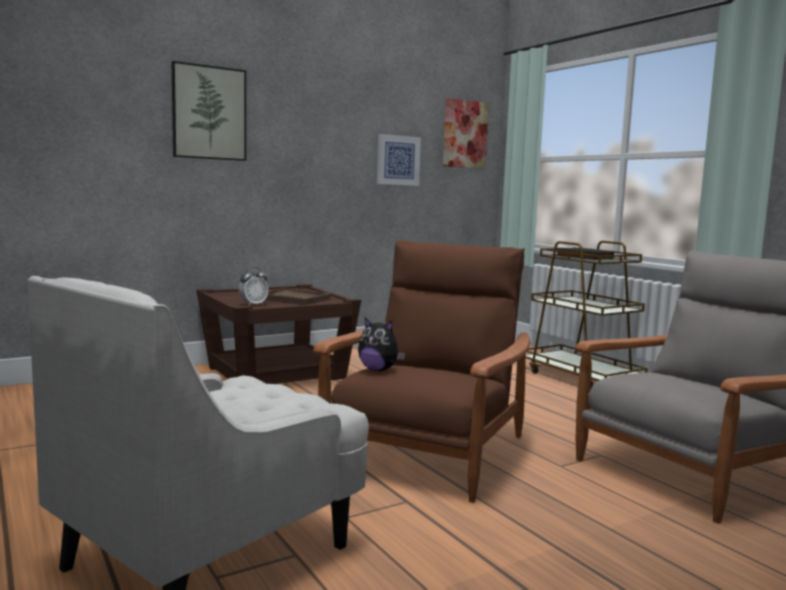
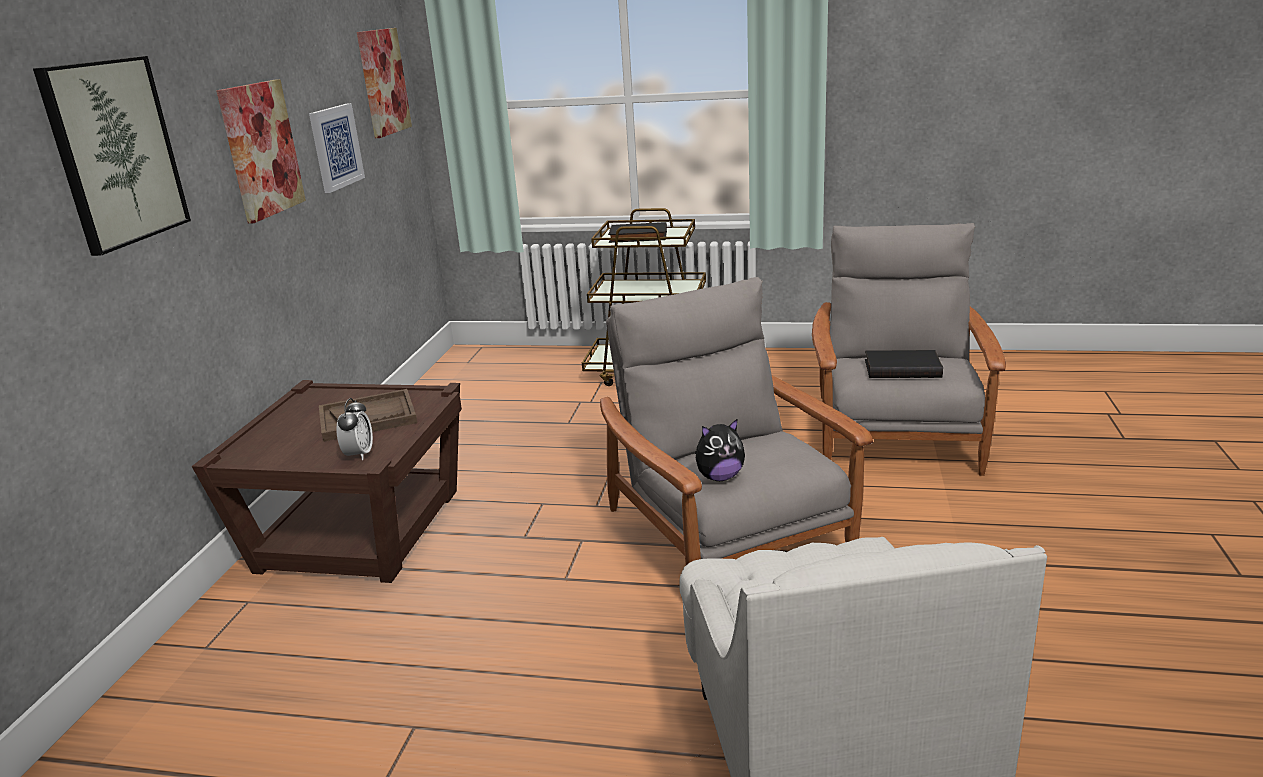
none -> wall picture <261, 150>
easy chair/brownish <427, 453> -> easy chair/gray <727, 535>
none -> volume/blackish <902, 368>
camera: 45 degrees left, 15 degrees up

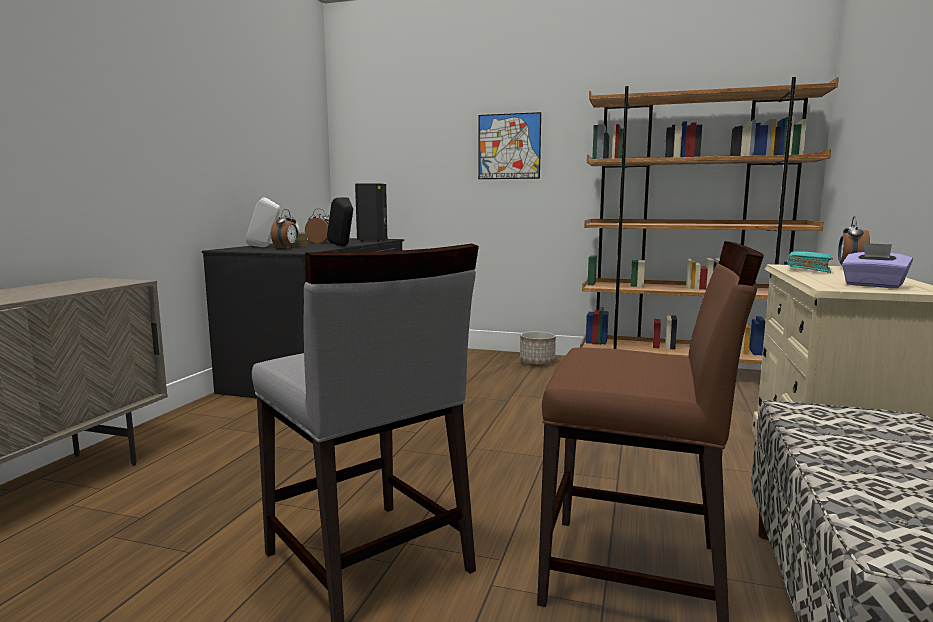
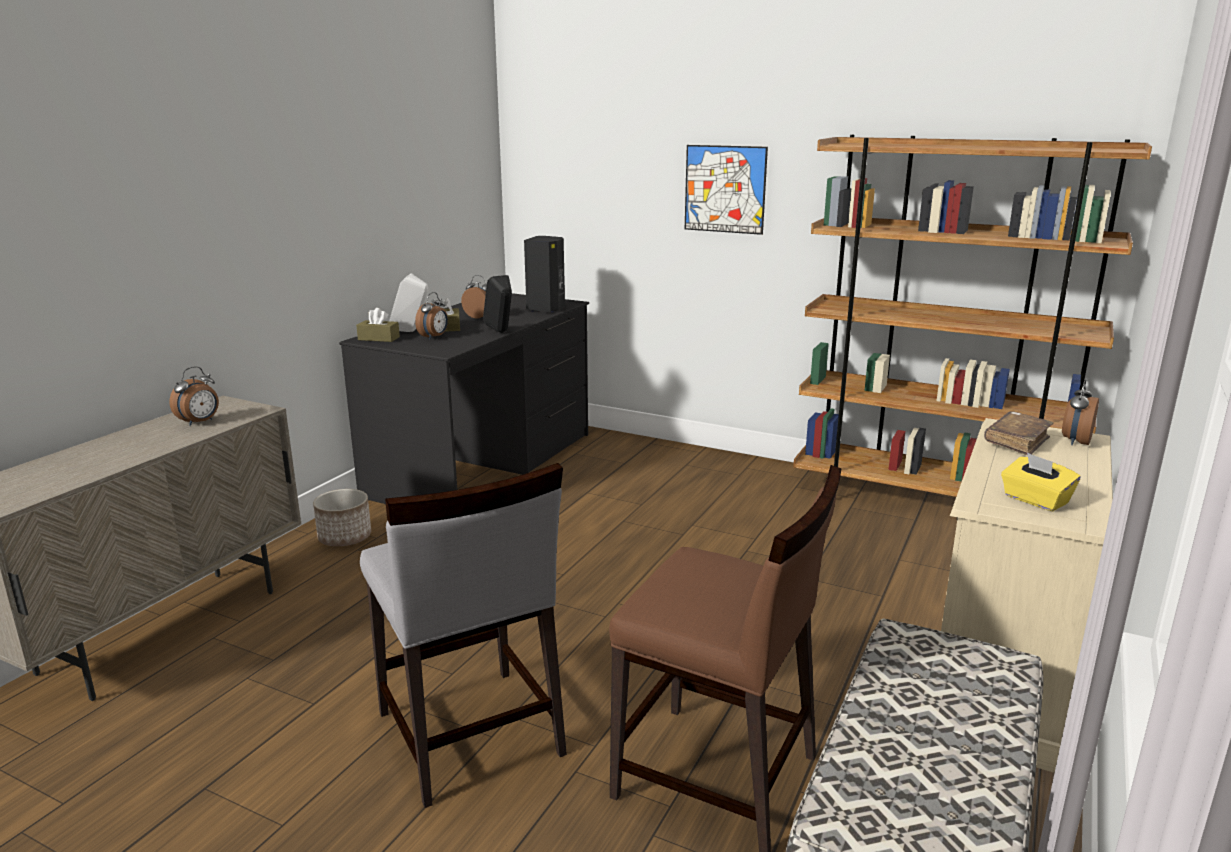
none -> bedside clock <200, 422>
plant pot <537, 362> -> plant pot <345, 537>, move
none -> box of tissues/brownish <378, 338>
volume/turquoise-coloured <808, 269> -> volume/brownish <1017, 441>
box of tissues/purple-coloured <873, 285> -> box of tissues/yellowish <1035, 500>
camera: 10 degrees right, 10 degrees up

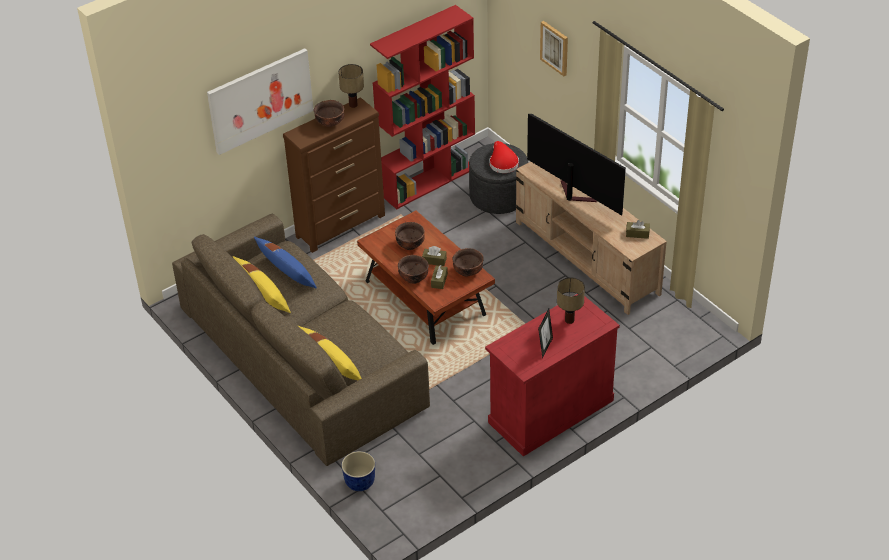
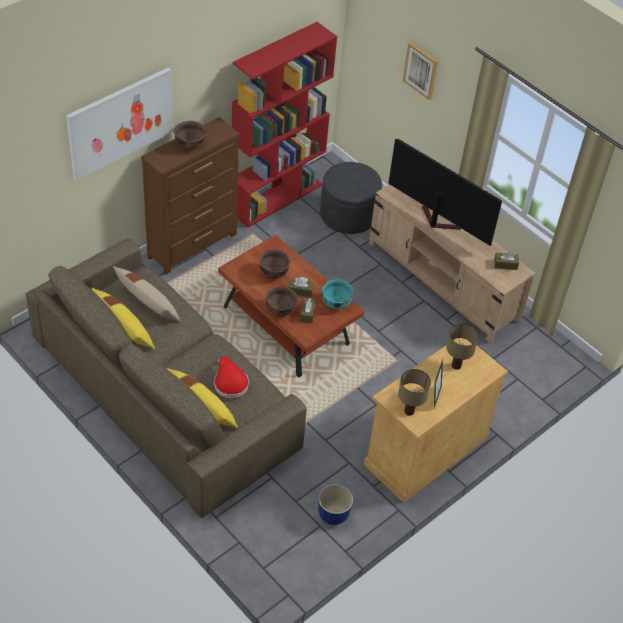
pillow/blue <286, 273> -> pillow/beige <147, 304>
wearable hat/red <502, 163> -> wearable hat/red <229, 382>, move
plant pot <359, 483> -> plant pot <332, 515>, move
deep dish/brownish <467, 271> -> deep dish/turquoise-coloured <335, 303>
cabinet/red <550, 411> -> cabinet/beige <425, 451>
tabletop lamp <353, 105> -> tabletop lamp <409, 411>, move
camera: 10 degrees left, 5 degrees up

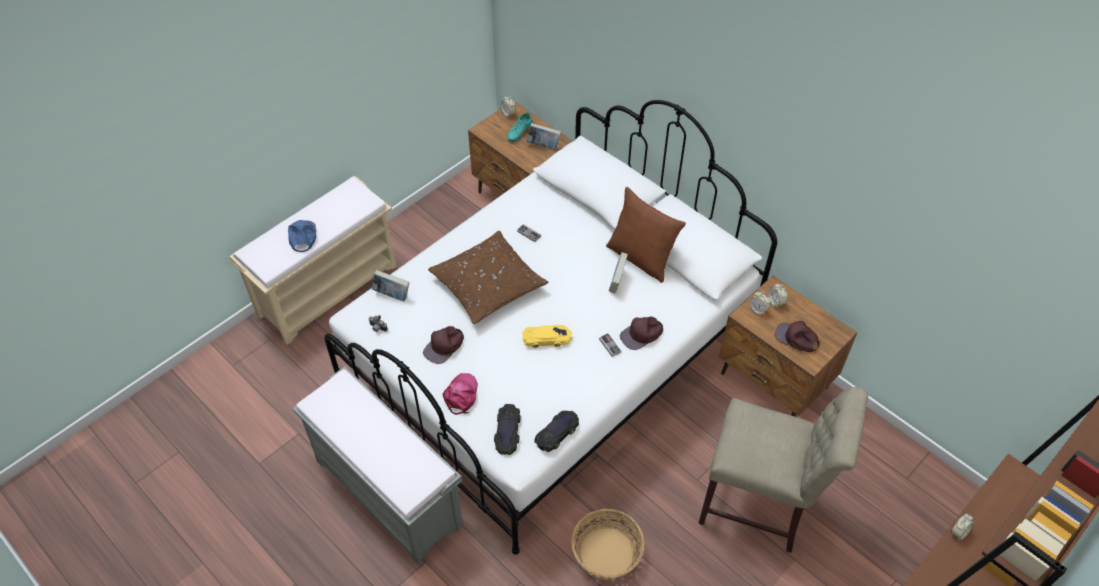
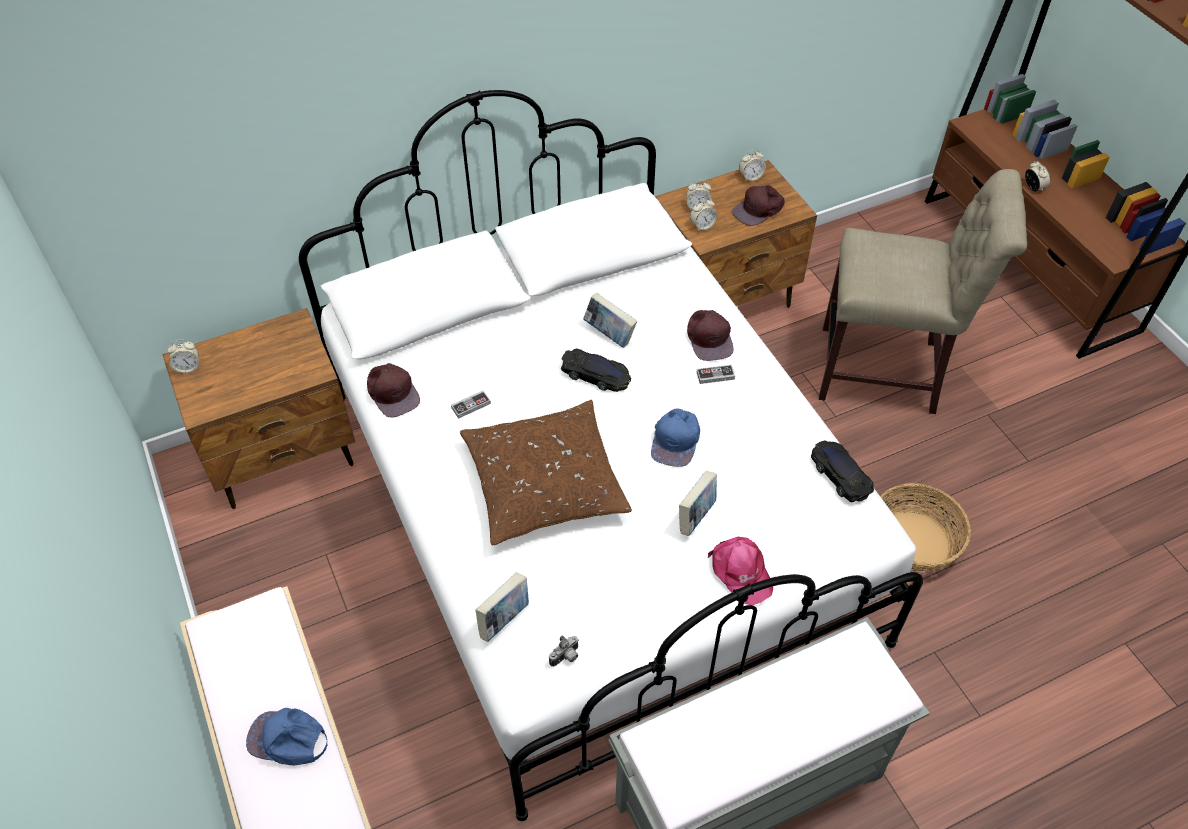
cap/brownish <444, 346> -> cap/brownish <393, 392>, move
miniature car/blackish <507, 432> -> miniature car/blackish <596, 375>, move
miniature car/yellowish <547, 338> -> cap/blue <676, 440>
volume <543, 145> -> volume <696, 516>, move
cap/pink-coloured <461, 395> -> cap/pink-coloured <740, 572>, 150 degrees counterclockwise
none -> bedside clock <750, 177>
plain chair/beige <760, 506> -> plain chair/beige <886, 371>, 60 degrees clockwise
shoe/turquoise-coloured <519, 131> -> none
pillow/brownish <641, 258> -> none
camera: 70 degrees left, 0 degrees up

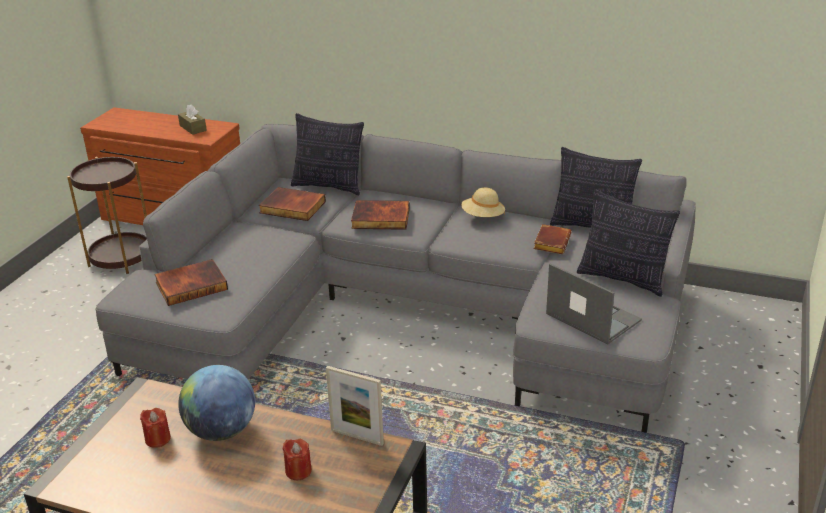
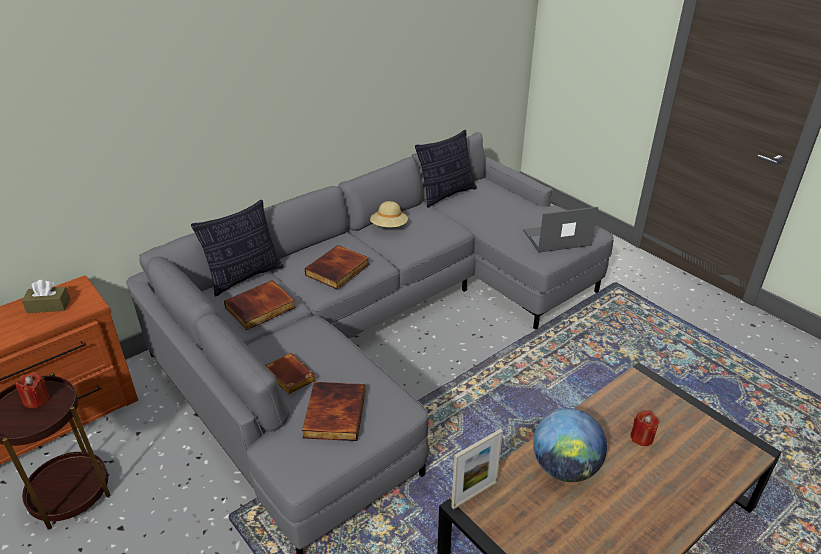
candle/red <158, 439> -> candle/red <37, 400>, move
volume/brownish <551, 242> -> volume/brownish <288, 376>, move
picture frame <357, 437> -> picture frame <474, 494>, move
pillow <623, 279> -> none
camera: 60 degrees left, 5 degrees up

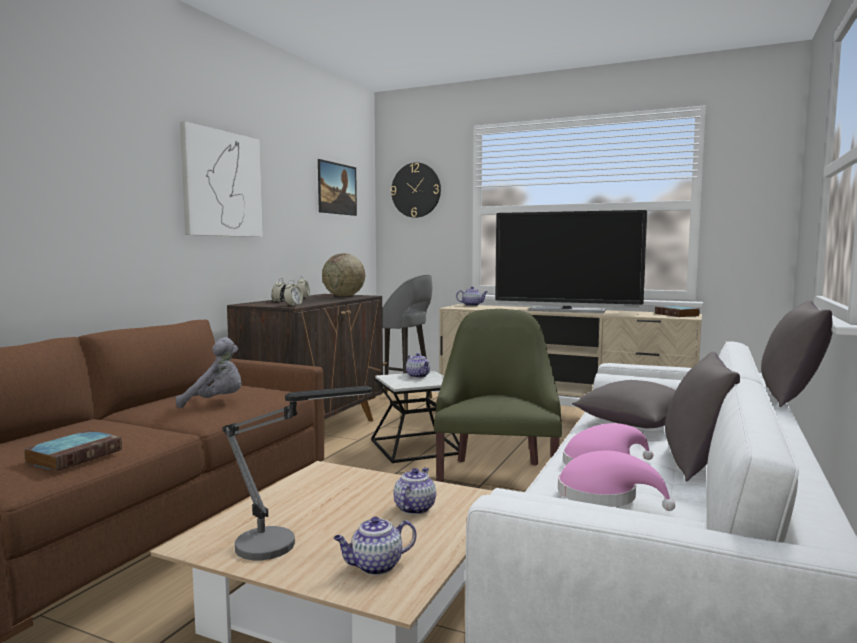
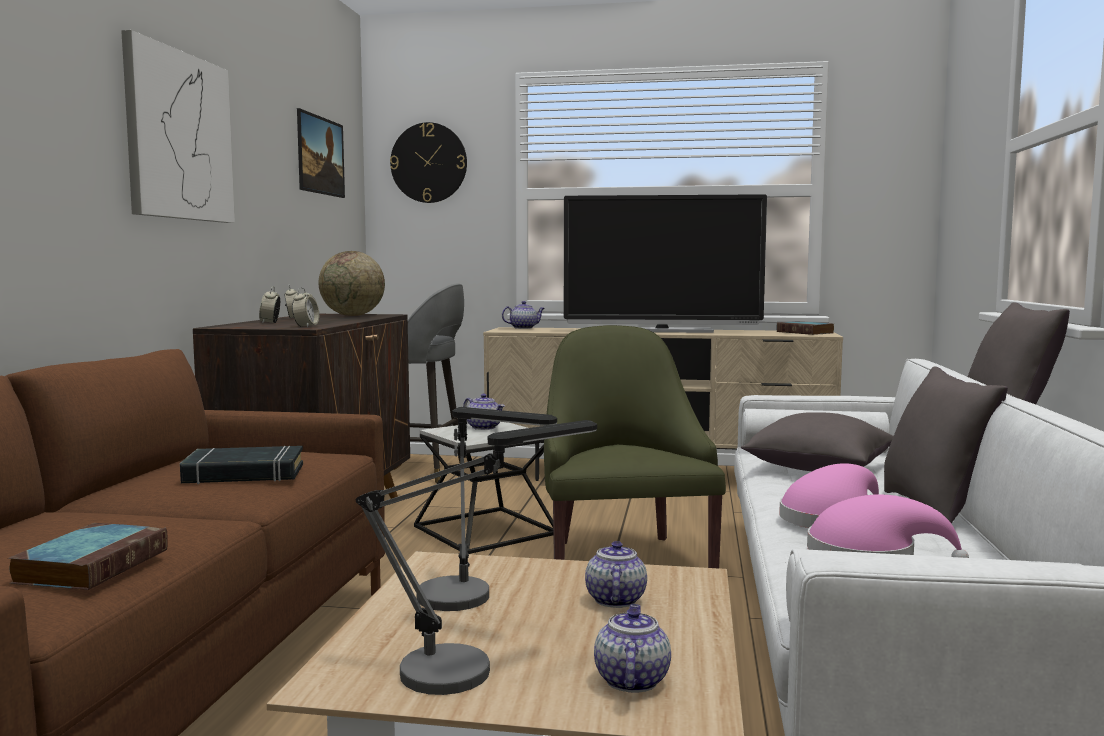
cuddly toy/gray <216, 402> -> volume/blackish <244, 474>
none -> tabletop lamp <470, 602>
teapot <375, 566> -> teapot <631, 679>, 135 degrees clockwise
camera: 15 degrees left, 0 degrees up

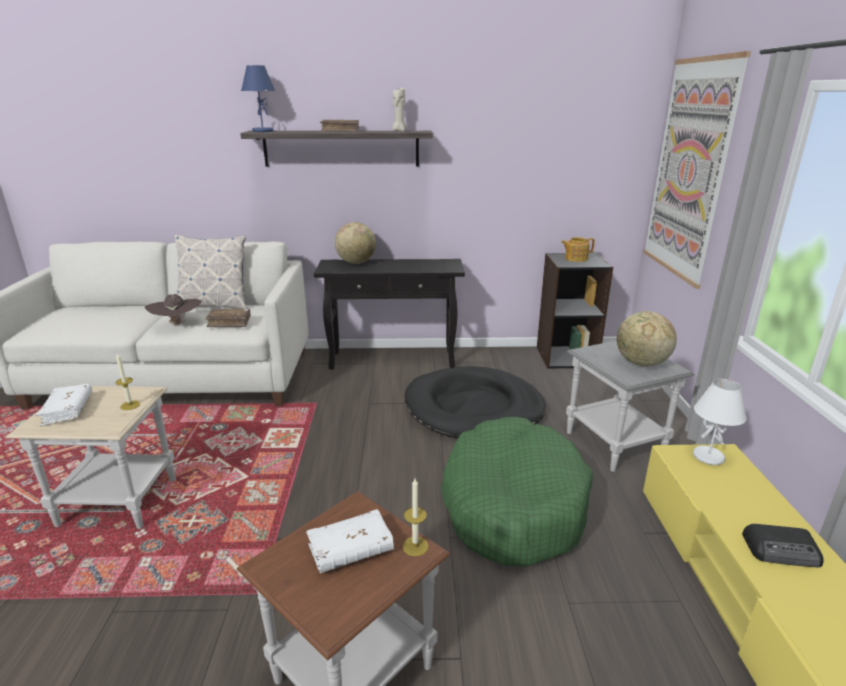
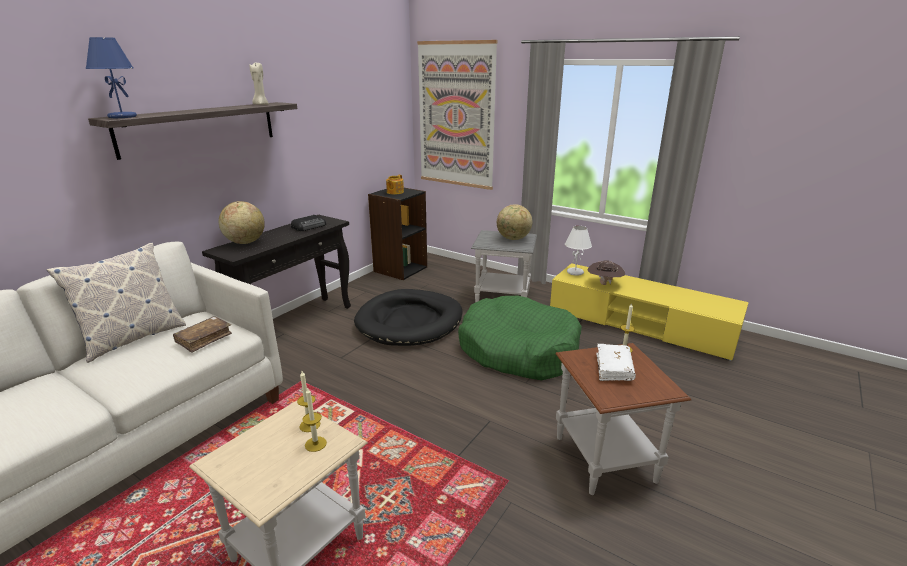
radio <782, 550> -> radio <309, 226>, move
none -> candle <315, 444>
wearable hat/brownish <177, 324> -> wearable hat/brownish <604, 284>, move
volume/white-coloured <68, 410> -> none
volume/brownish <340, 131> -> none
camera: 55 degrees left, 0 degrees up

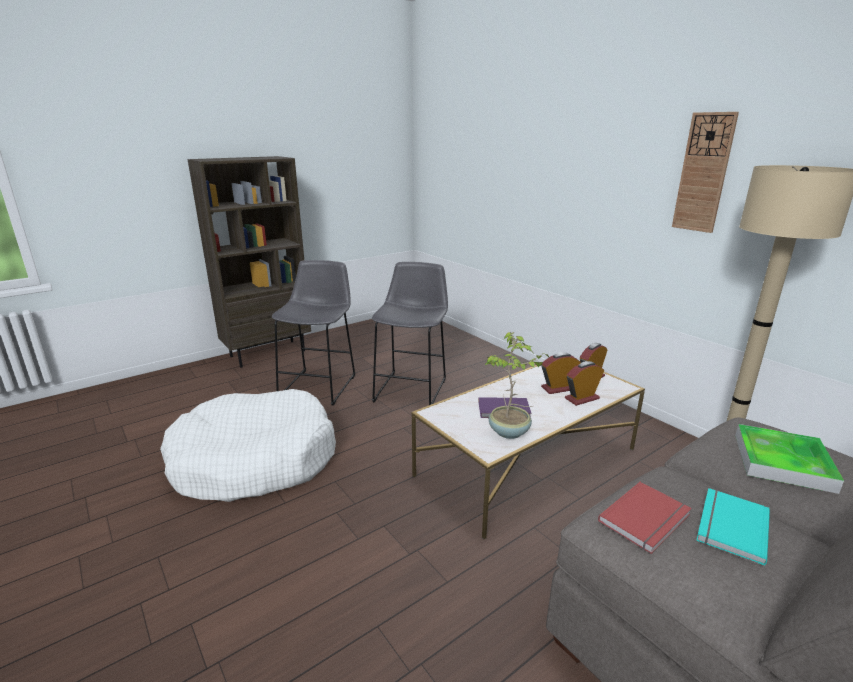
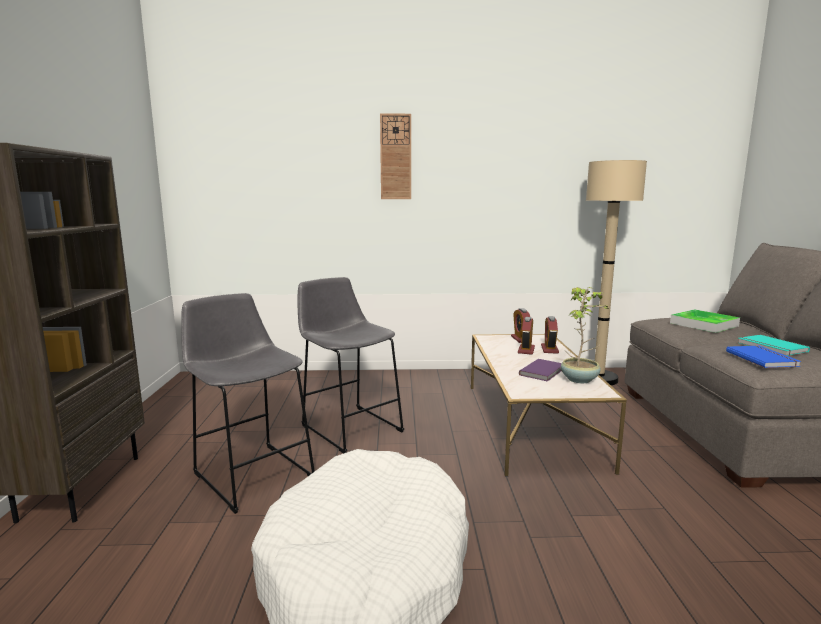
wall clock <703, 173> -> wall clock <395, 157>, move
volume/red <647, 519> -> volume/blue <762, 358>
camera: 55 degrees left, 10 degrees down

